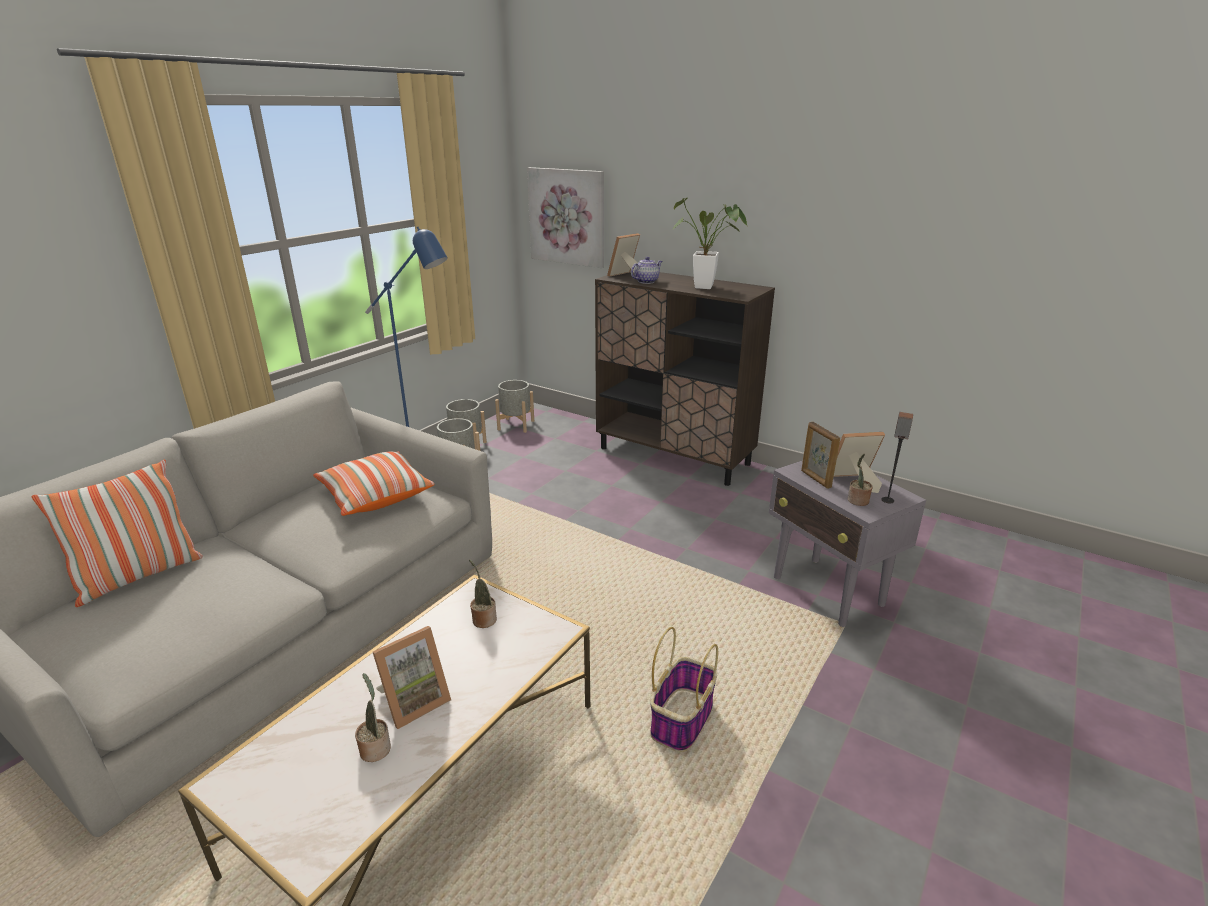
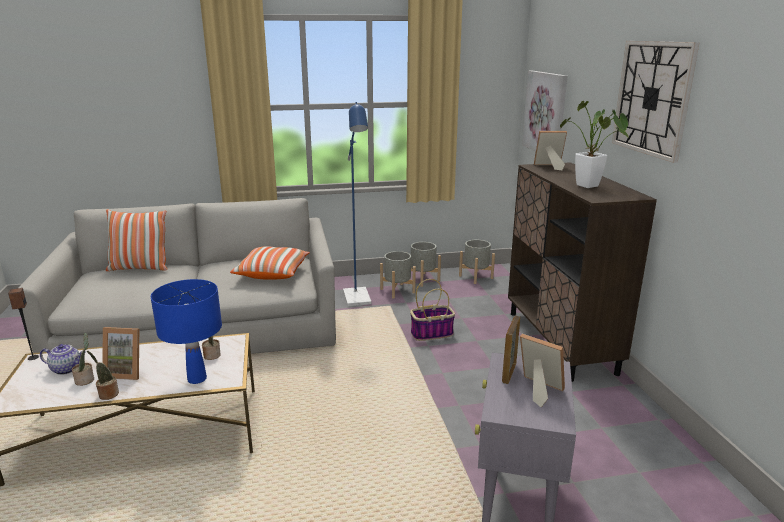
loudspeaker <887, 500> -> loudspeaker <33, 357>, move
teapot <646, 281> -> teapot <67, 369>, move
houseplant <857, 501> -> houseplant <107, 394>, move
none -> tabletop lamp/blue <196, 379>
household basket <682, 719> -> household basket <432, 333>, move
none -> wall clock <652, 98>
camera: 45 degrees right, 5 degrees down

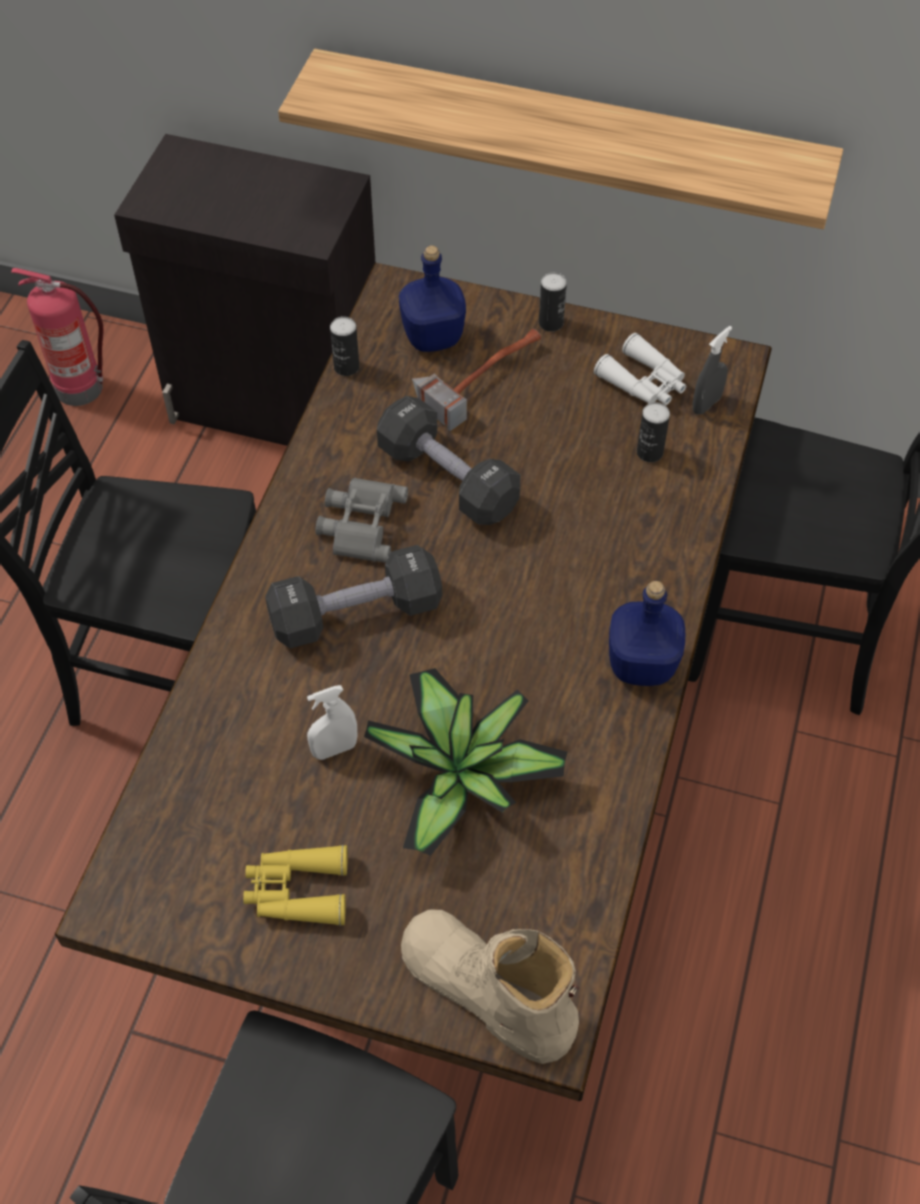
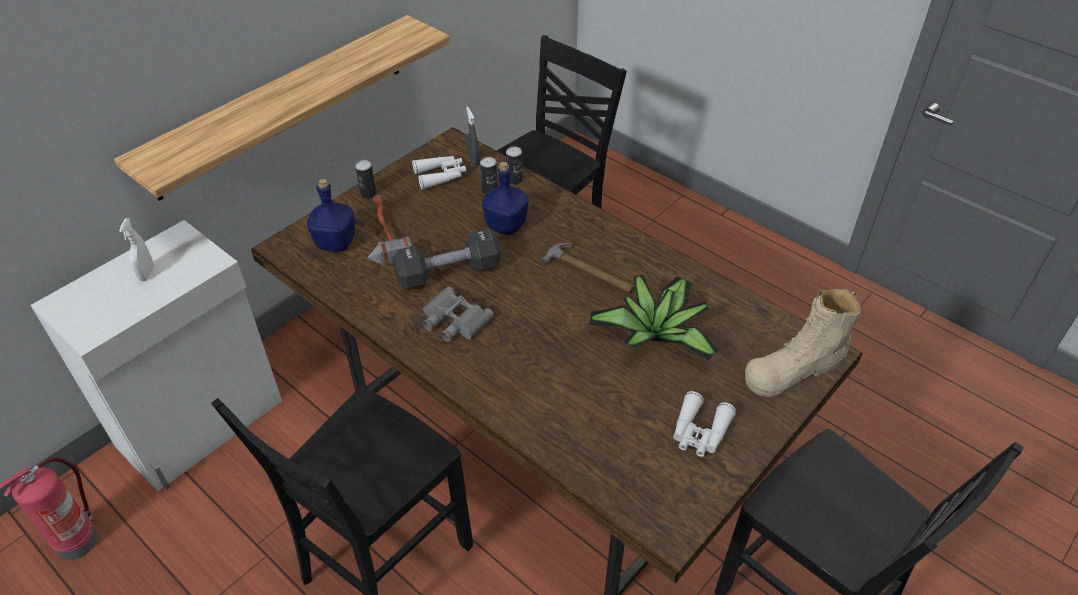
cabinet/blackish <276, 404> -> cabinet/white-coloured <202, 424>
sprayer/white-coloured <334, 749> -> sprayer/white-coloured <147, 273>, move
drink bottle/blue <643, 665> -> drink bottle/blue <506, 225>, move
metal can <346, 367> -> metal can <514, 180>, move
none -> tool hammer <590, 272>
pair of binoculars/yellowish <297, 891> -> pair of binoculars/white-coloured <699, 432>
dumbbell/blackish <356, 613> -> none
camera: 65 degrees left, 10 degrees down

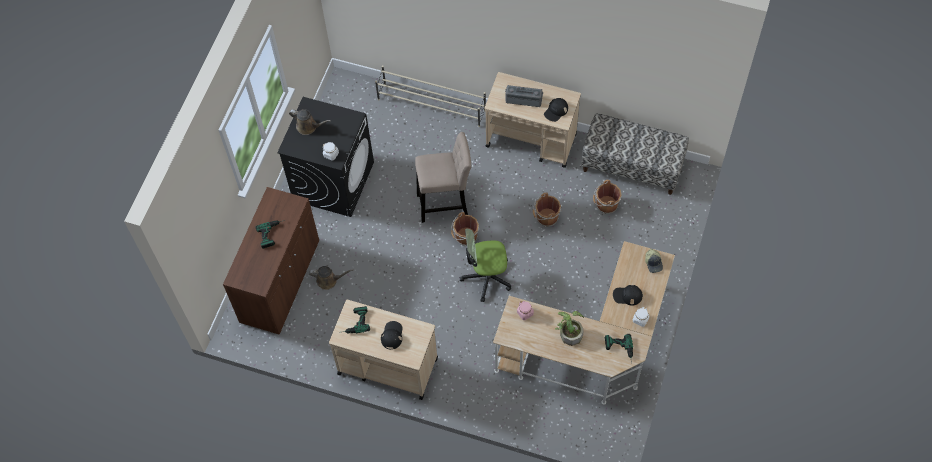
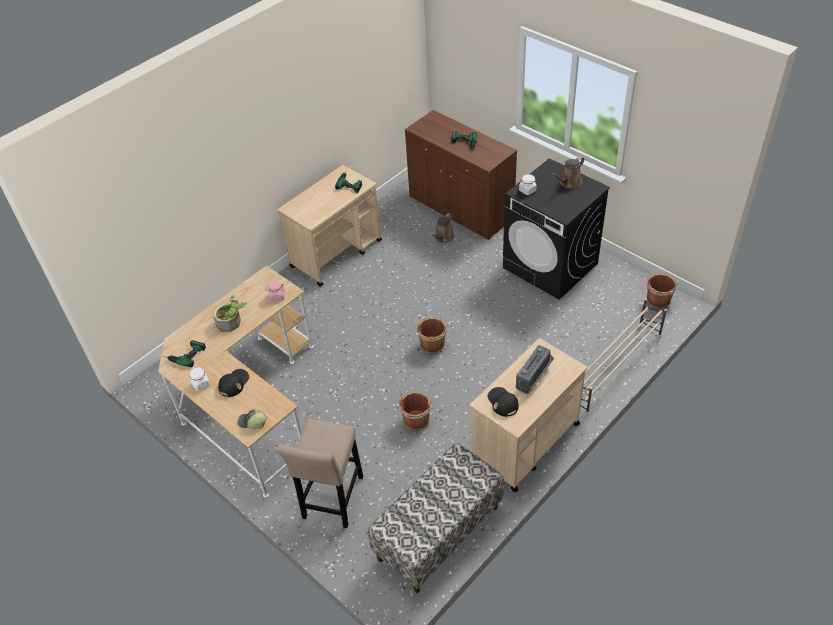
stool seat/beige <446, 204> -> stool seat/beige <332, 501>, move
water bucket/brownish <605, 205> -> water bucket/brownish <658, 300>, move
cap/blackish <392, 335> -> none
office chair <486, 277> -> none
camera: 115 degrees right, 15 degrees down

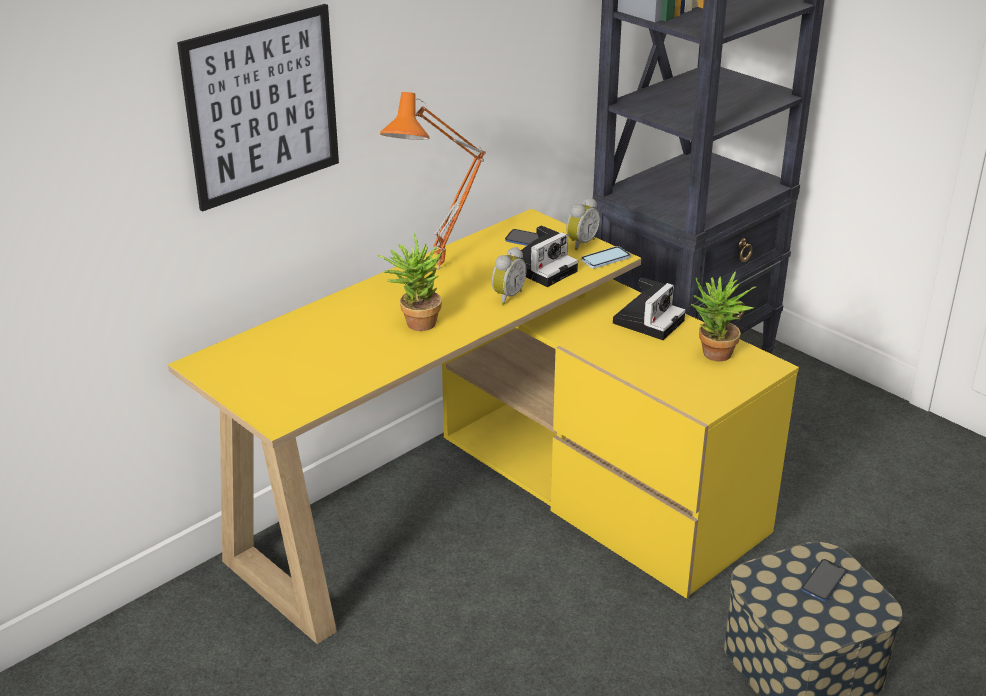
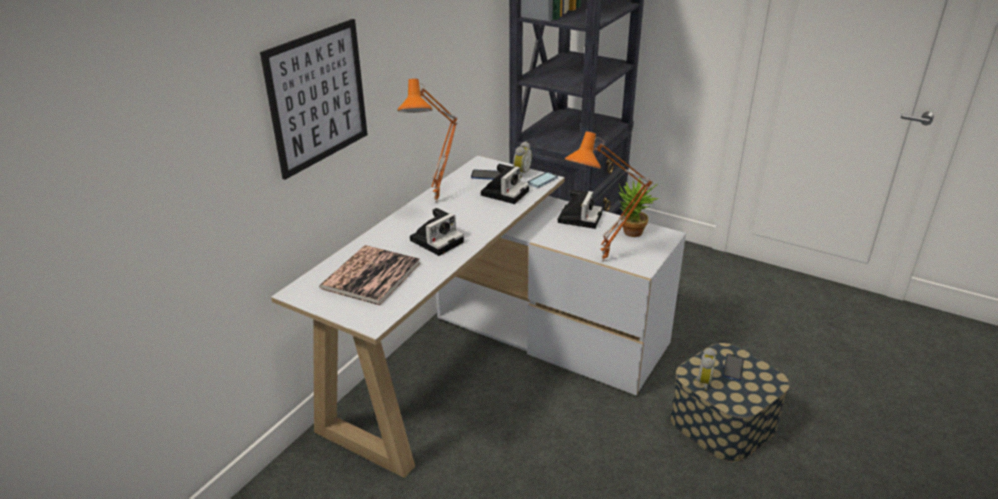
desk table/yellowish <493, 511> -> desk table/white-coloured <489, 361>
none -> volume <371, 275>
houseplant <415, 322> -> photo camera <437, 240>
none -> tabletop lamp/orange-coloured <605, 262>
bedside clock <506, 296> -> bedside clock <702, 382>, move
camera: 15 degrees left, 0 degrees up

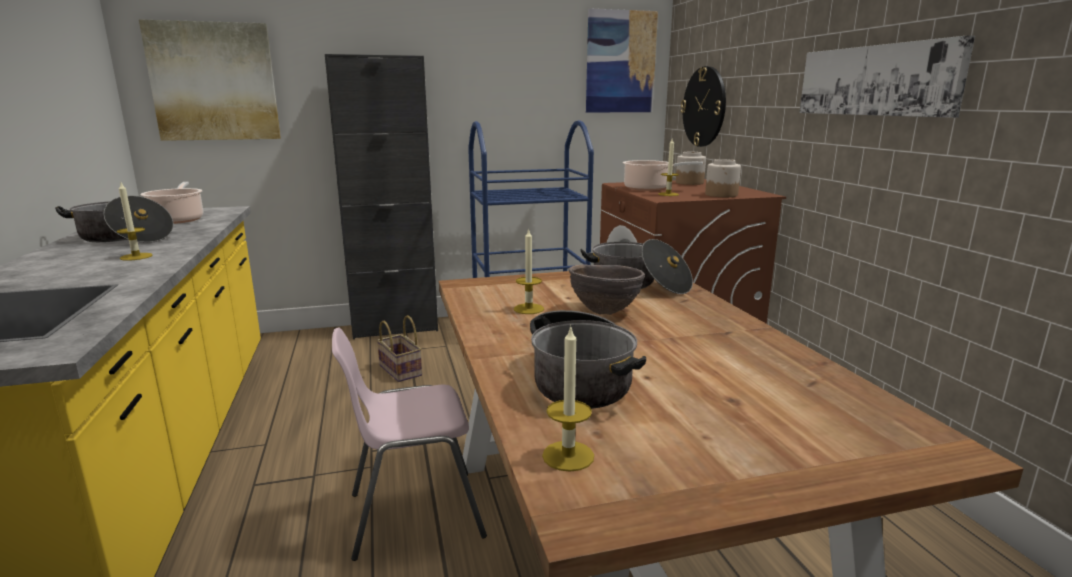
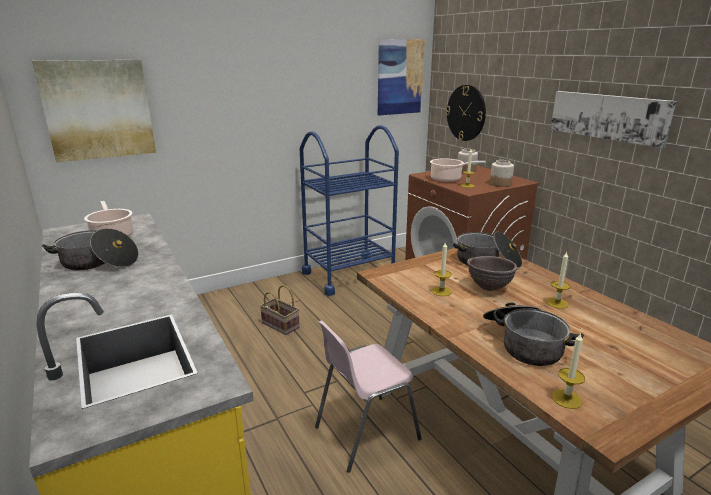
candle <136, 257> -> candle <557, 303>, move
cabinet/blackish <395, 328> -> none
camera: 15 degrees left, 5 degrees up

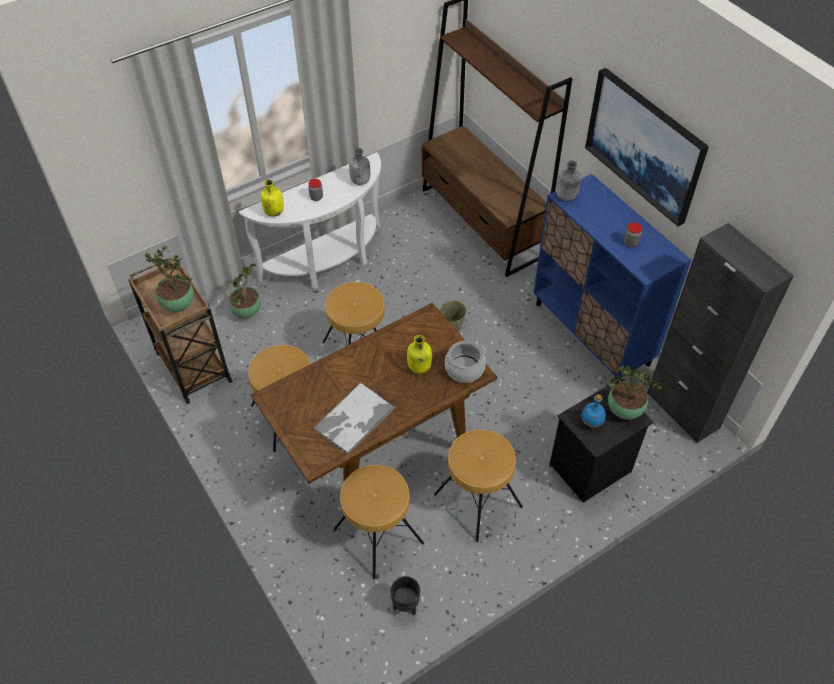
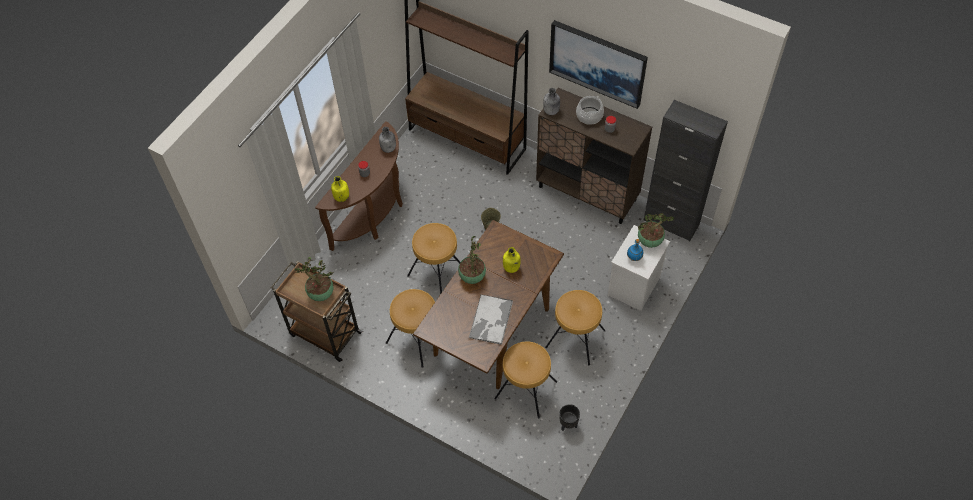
hall table/white-coloured <328, 263> -> hall table/brownish <374, 215>
houseplant <247, 312> -> houseplant <472, 276>, move
cabinet/blue <592, 334> -> cabinet/brownish <587, 193>
cooking pot <464, 369> -> cooking pot <589, 115>, move
bedside table/blackish <590, 469> -> bedside table/white-coloured <634, 287>
camera: 25 degrees left, 5 degrees up

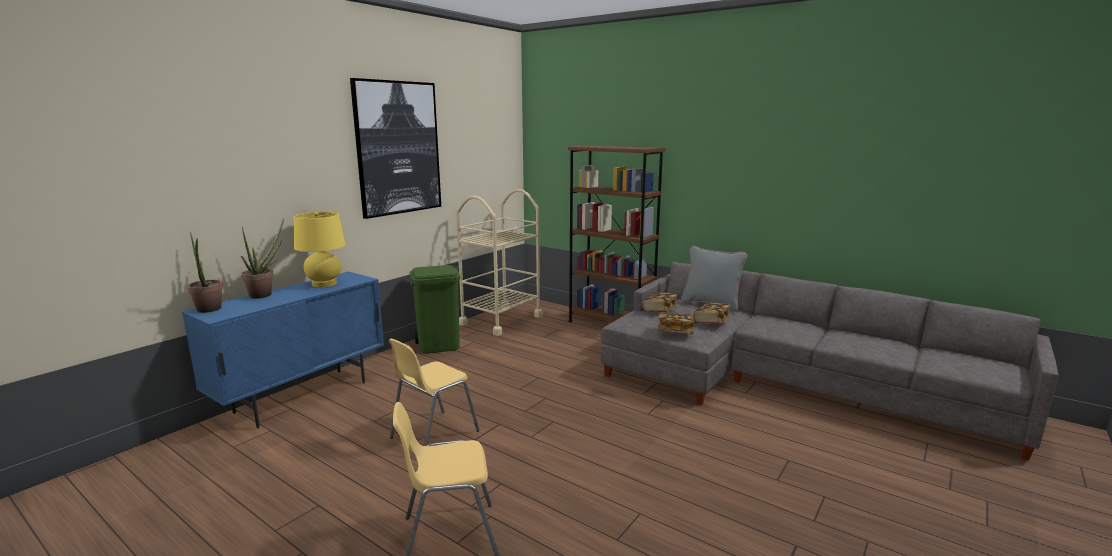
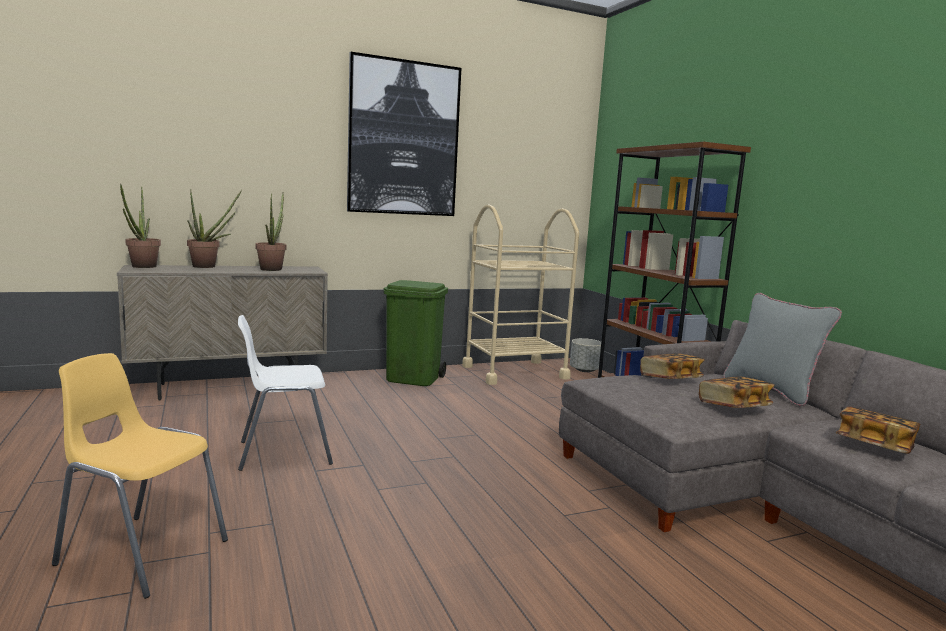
cabinet/blue <303, 397> -> cabinet/beige <230, 387>
plain chair/yellowish <433, 434> -> plain chair/white-coloured <284, 452>
tabletop lamp/yellowish <324, 284> -> houseplant <273, 269>
none -> plant pot/gray <584, 370>
volume <675, 331> -> volume <874, 445>, move
camera: 30 degrees right, 5 degrees down

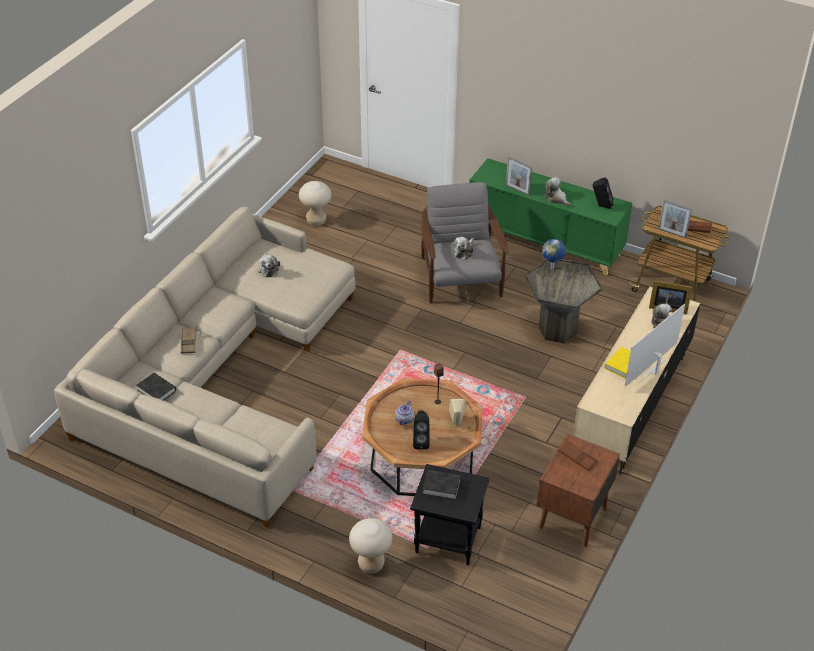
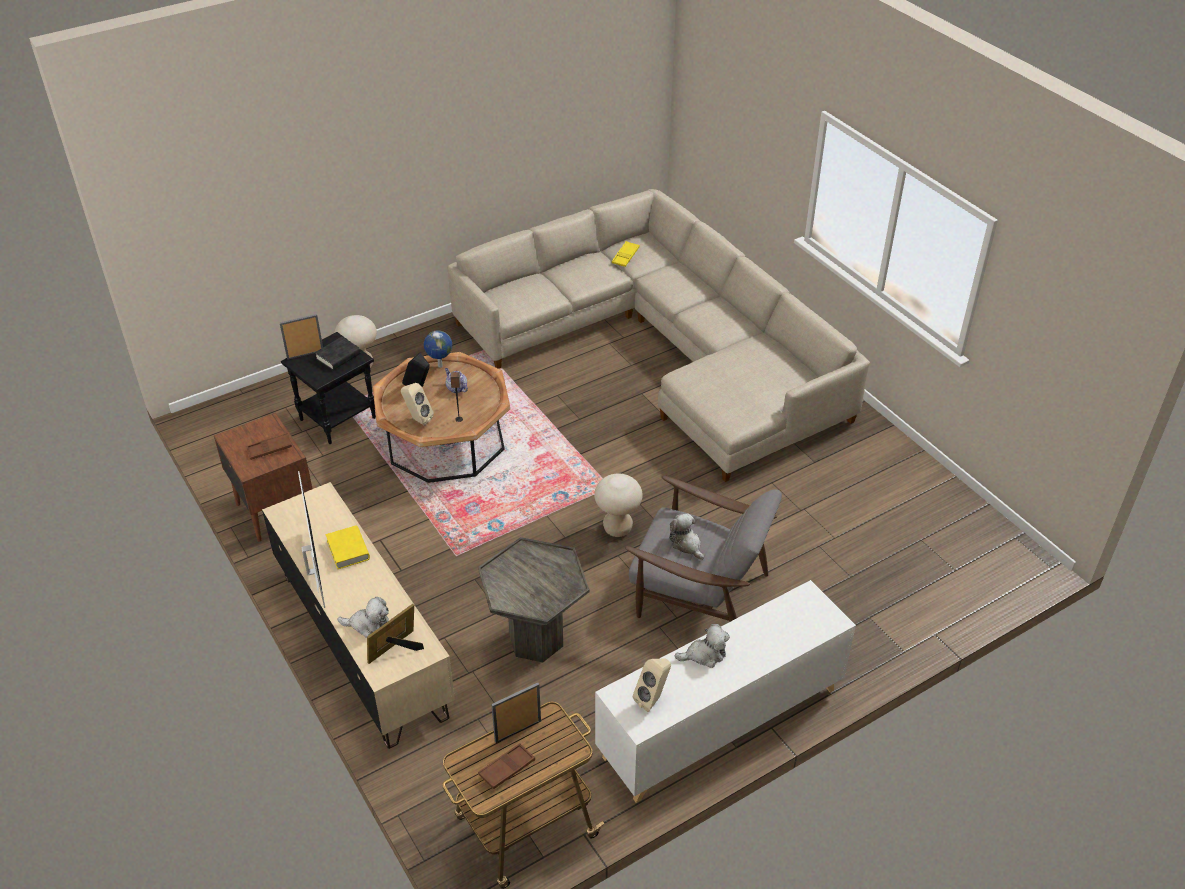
picture frame <517, 190> -> picture frame <305, 354>, move
desk globe <552, 268> -> desk globe <439, 366>, move
stool seat/beige <316, 221> -> stool seat/beige <617, 528>, move
cabinet/green-coloured <545, 242> -> cabinet/white-coloured <720, 723>
volume/blackish <156, 390> -> carrying tray/yellowish <625, 256>
loudspeaker/blackish <601, 206> -> loudspeaker/beige <653, 699>
carrying tray/brownish <188, 342> -> none
cuddly toy <268, 269> -> none
camera: 120 degrees right, 0 degrees up

